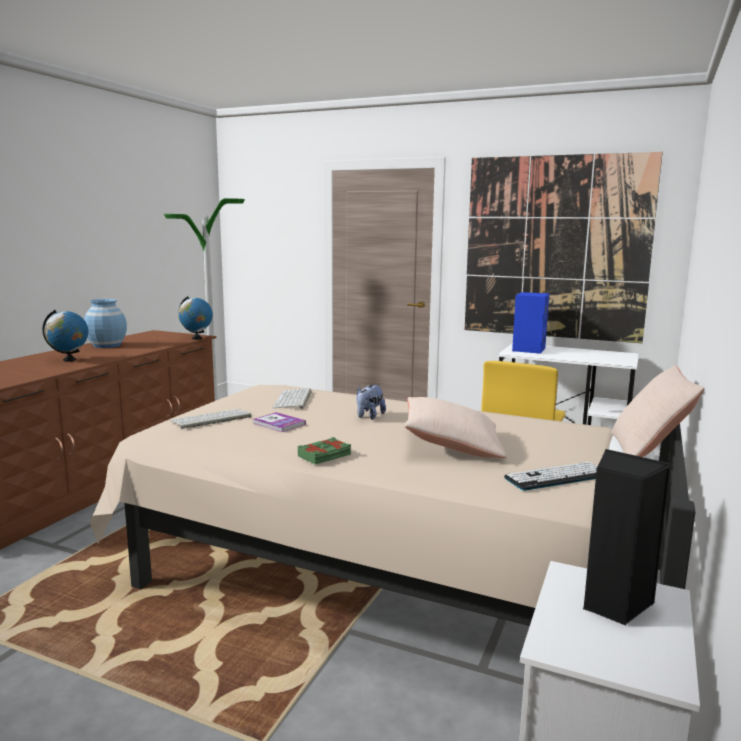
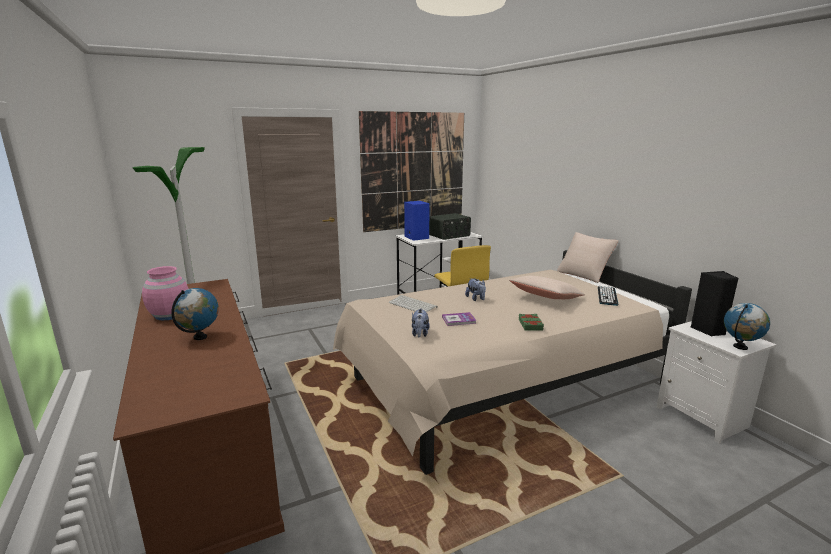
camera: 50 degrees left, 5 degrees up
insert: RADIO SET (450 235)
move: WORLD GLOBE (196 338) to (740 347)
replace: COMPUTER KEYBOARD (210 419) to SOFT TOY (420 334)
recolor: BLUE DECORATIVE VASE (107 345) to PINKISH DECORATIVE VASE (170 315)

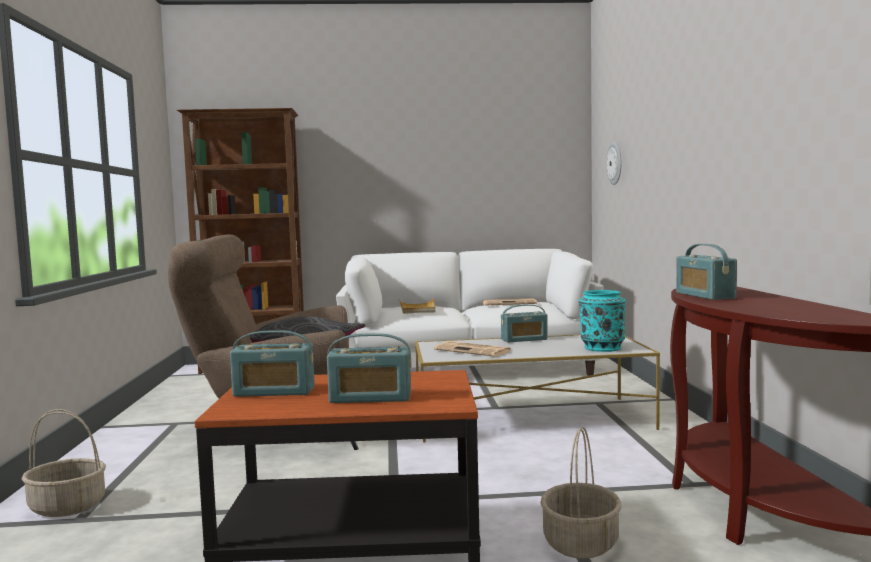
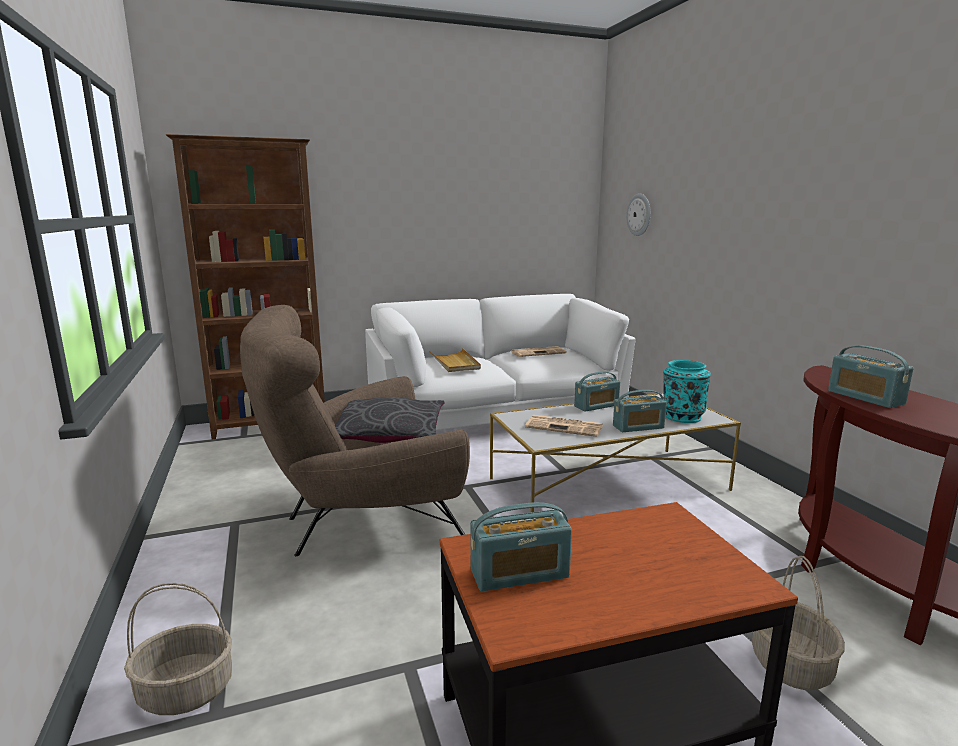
camera: 15 degrees left, 10 degrees up
move: RADIO SET (370 398) to (638 427)

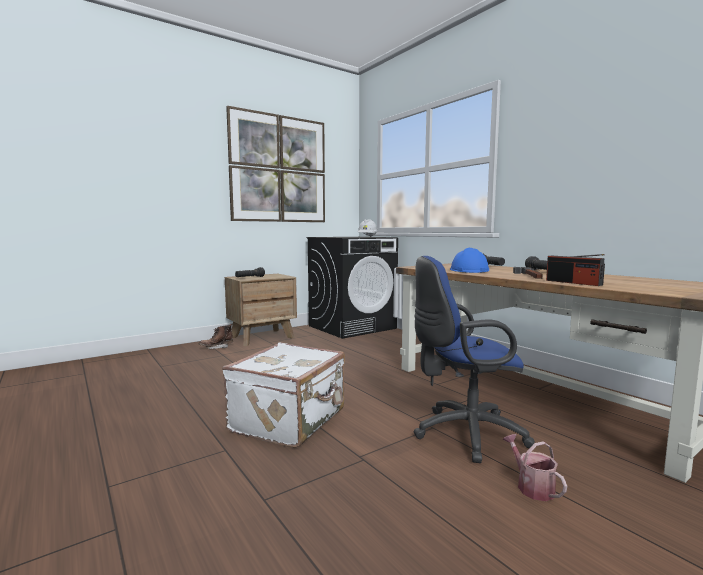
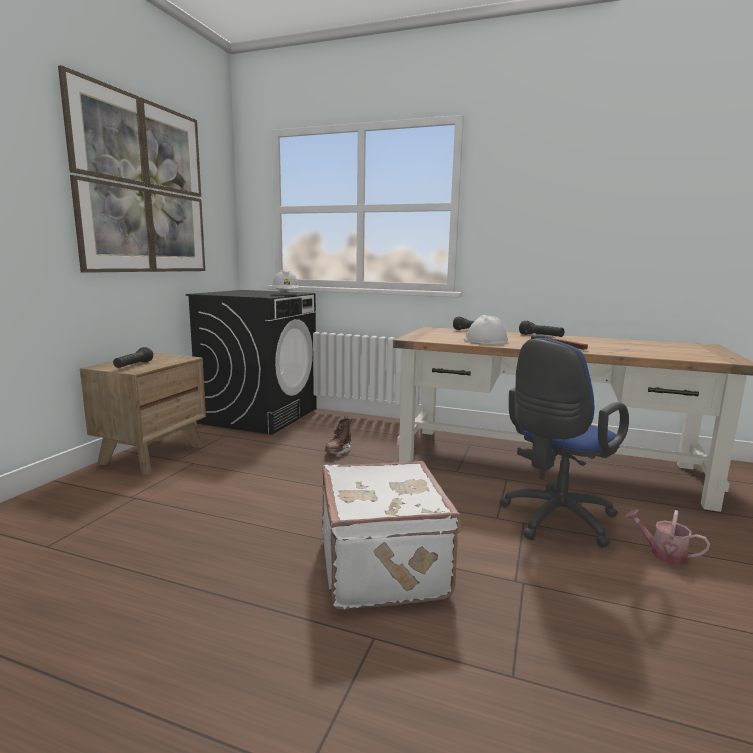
camera: 35 degrees left, 5 degrees up
delete: RADIO SET (573 282)
move: BROWN BOOT (216 348) to (338 451)
recolor: BLUE WORK HELMET (469 270) to WHITISH WORK HELMET (485 341)

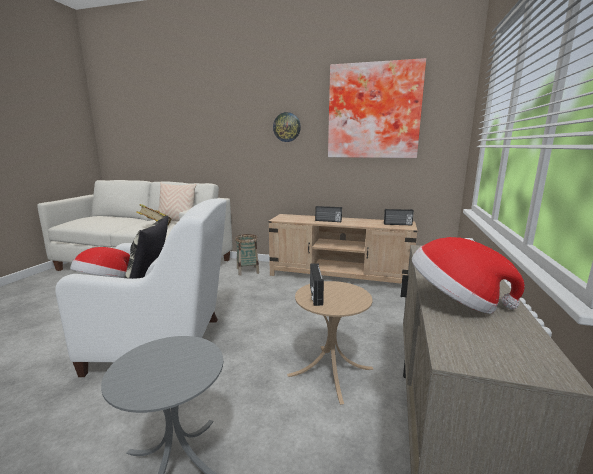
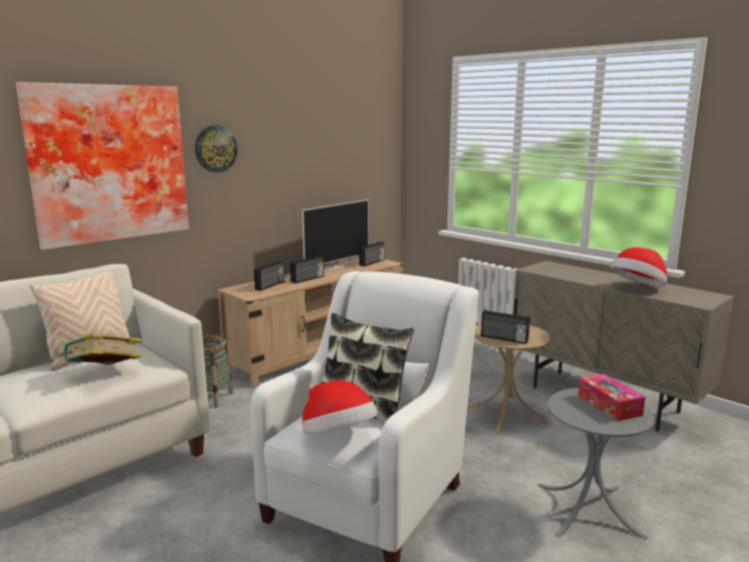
camera: 60 degrees left, 0 degrees up
insert: TV SET (335 267); RADIO SET (270 285); TISSUE BOX (609 405)
move: WALL PICTURE (373 111) to (108 163)

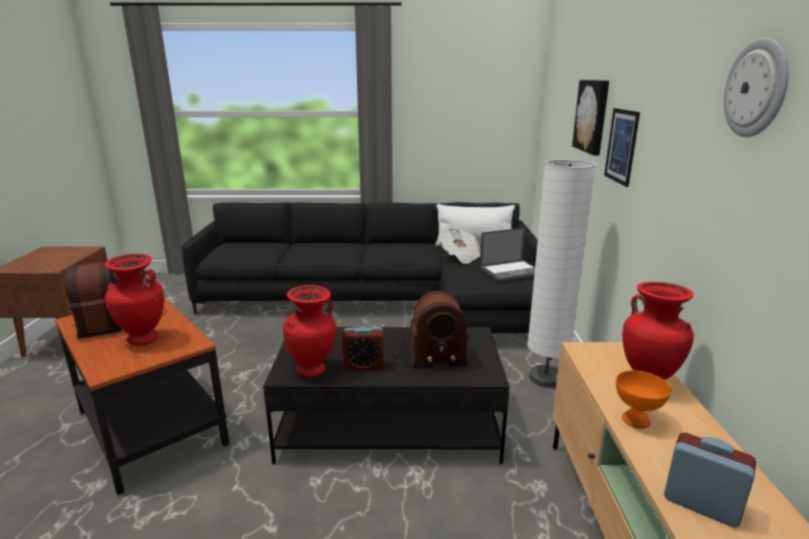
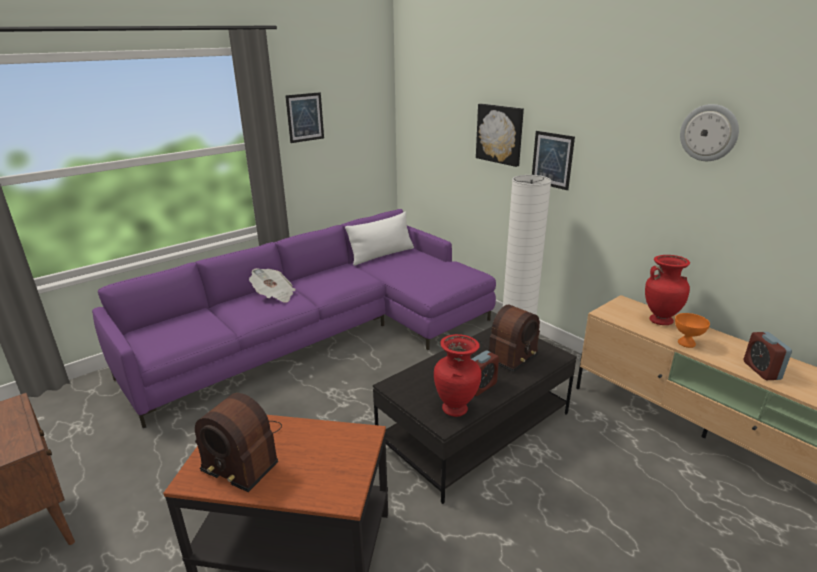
camera: 40 degrees left, 5 degrees up
delete: PORTABLE COMPUTER (511 271); RED DECORATIVE VASE (143 340)
insert: WALL PICTURE (305 117)
move: NEWSPAPER (461 256) to (274 295)
recolor: BLACK SOFA (384 302) to PURPLE SOFA (325 333)
rotate: TABLE CLOCK (701 504) = (761 370) 90 degrees counterclockwise

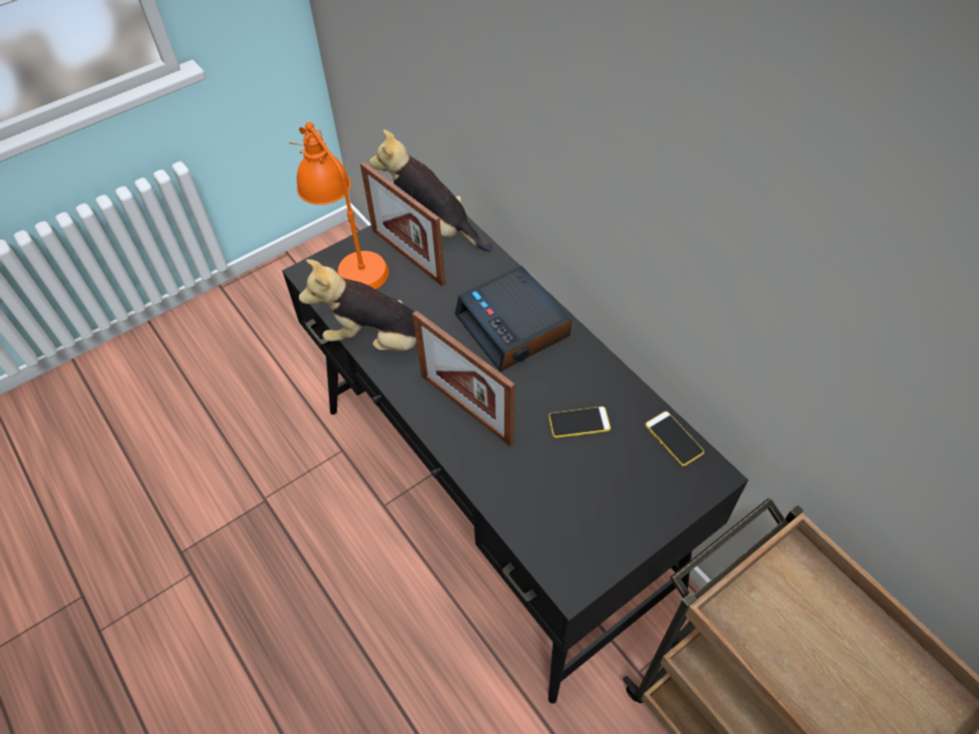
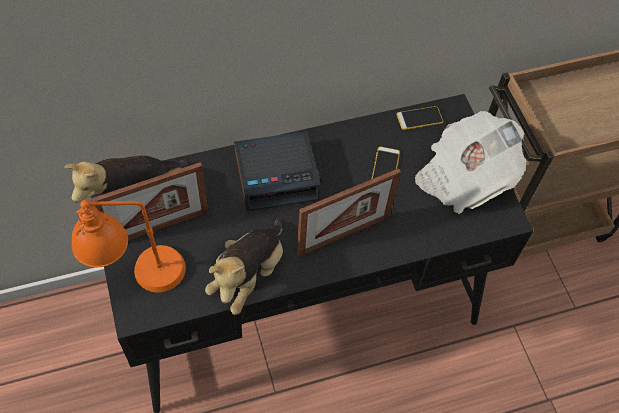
camera: 75 degrees left, 5 degrees up
insert: NEWSPAPER (463 176)

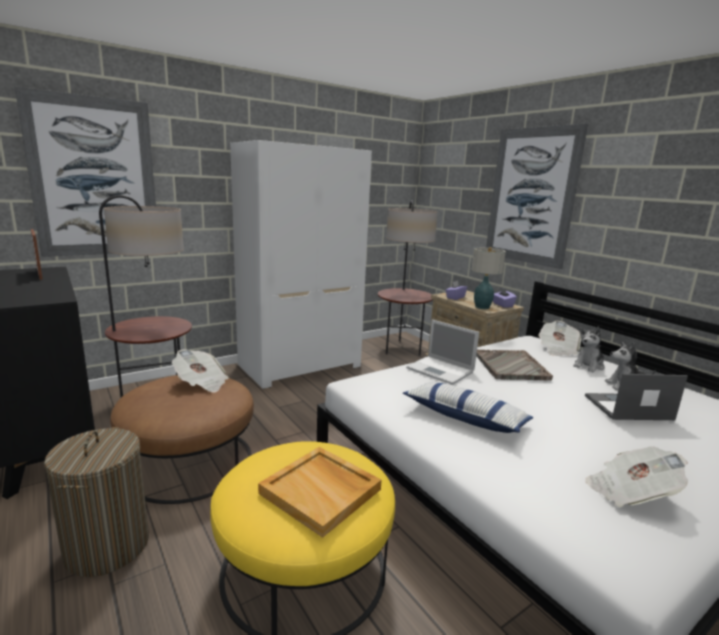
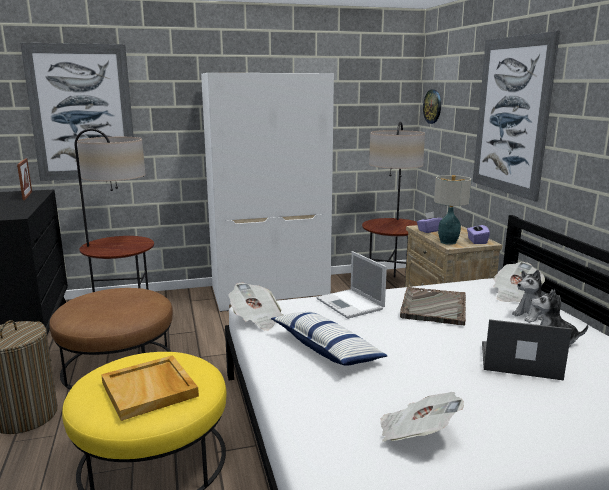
camera: 20 degrees right, 0 degrees up
insert: WALL CLOCK (432 106)
move: NEWSPAPER (201 383) to (256 319)

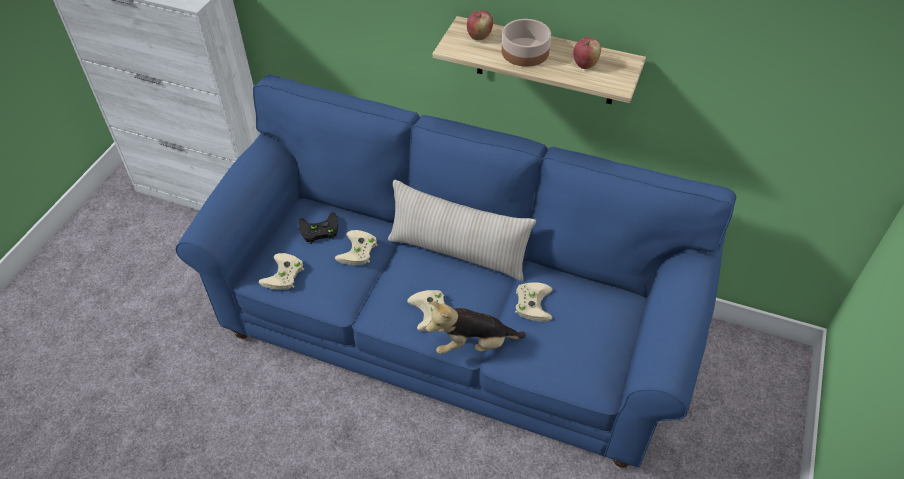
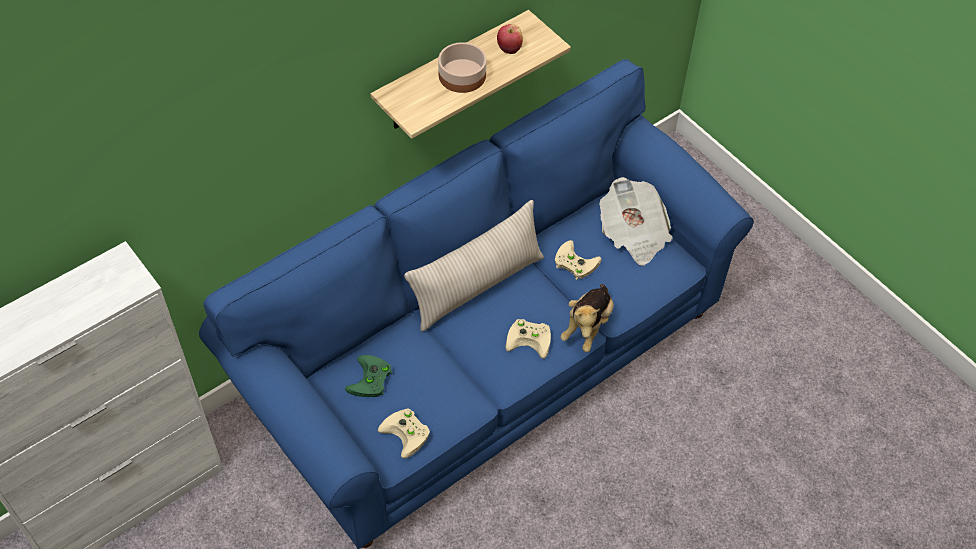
camera: 60 degrees left, 5 degrees up
delete: APPLE (479 36); SAND-COLOURED JOYPAD (358 252)
insert: NEWSPAPER (633 234)
recolor: BLACK JOYPAD (318 231) to GREEN JOYPAD (371 381)

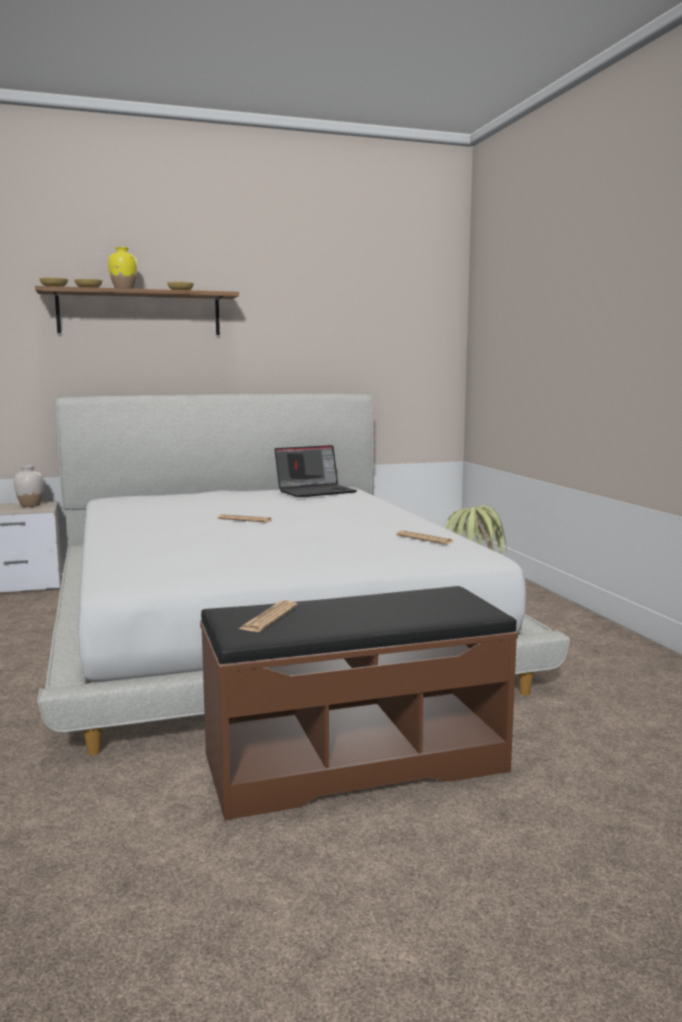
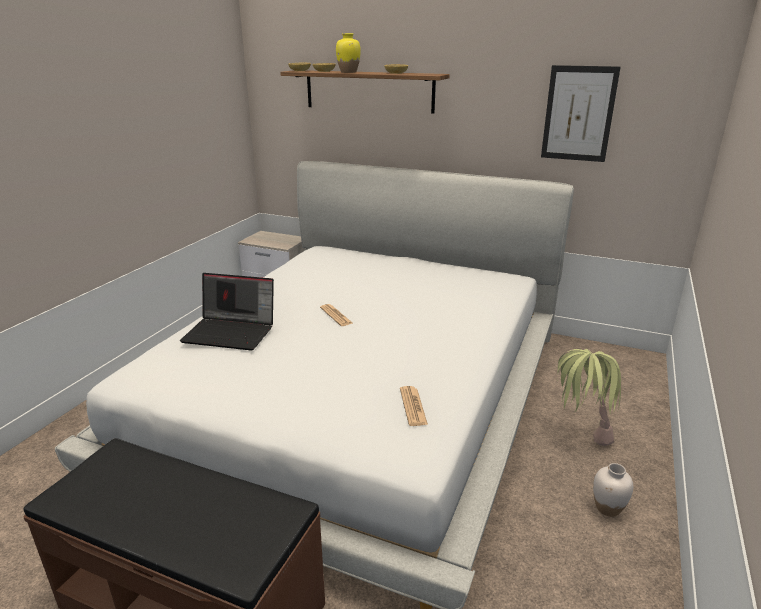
camera: 40 degrees right, 15 degrees up
delete: NEWSPAPER (269 618)
insert: WALL PICTURE (578 114)
move: PORTABLE COMPUTER (316 491) to (232 332); WHITISH DECORATIVE VASE (30 505) to (608 508)

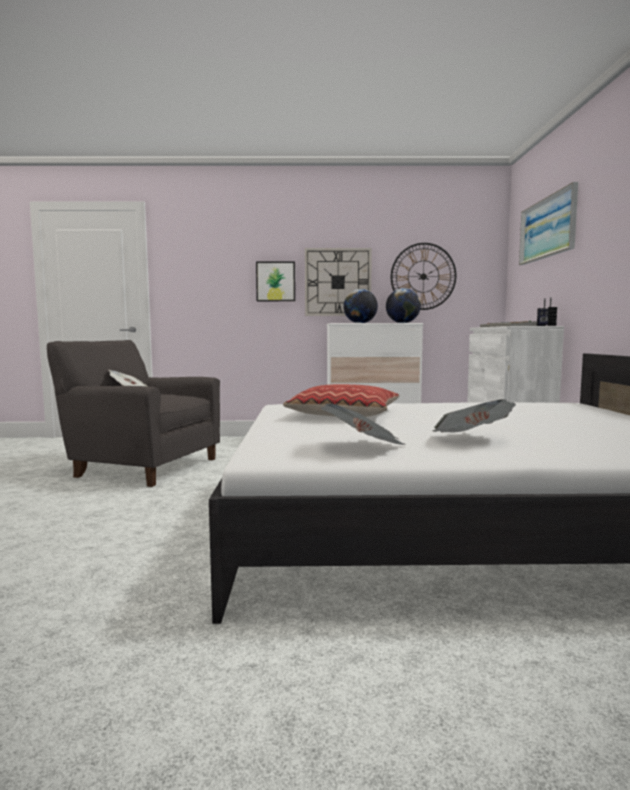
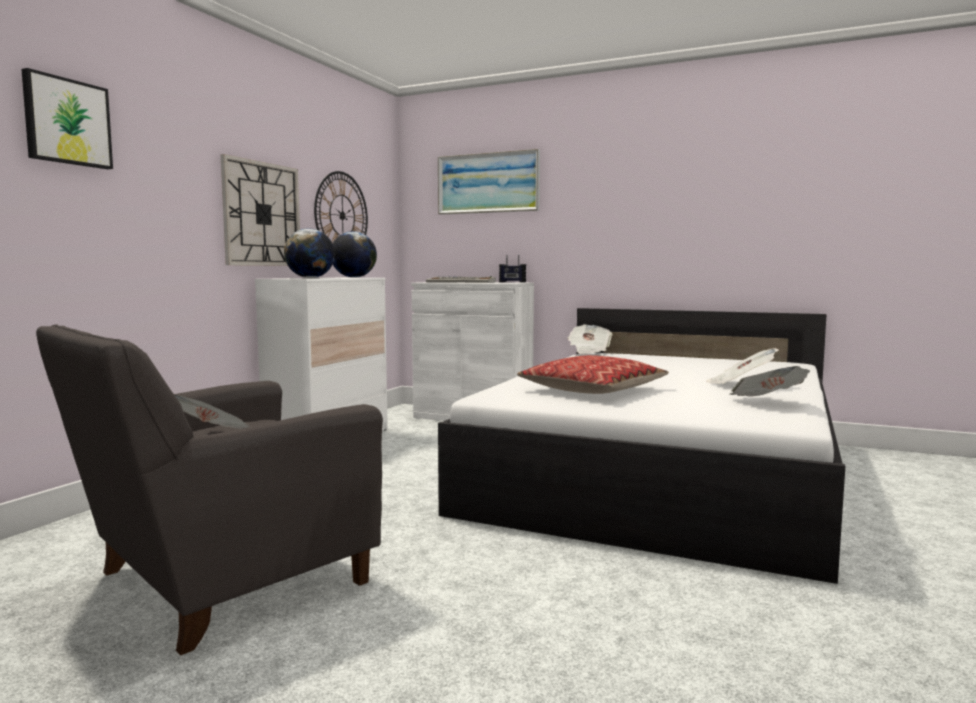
camera: 65 degrees left, 0 degrees up
insert: NEWSPAPER (589 351)
move: WALL PICTURE (275 281) to (67 122)

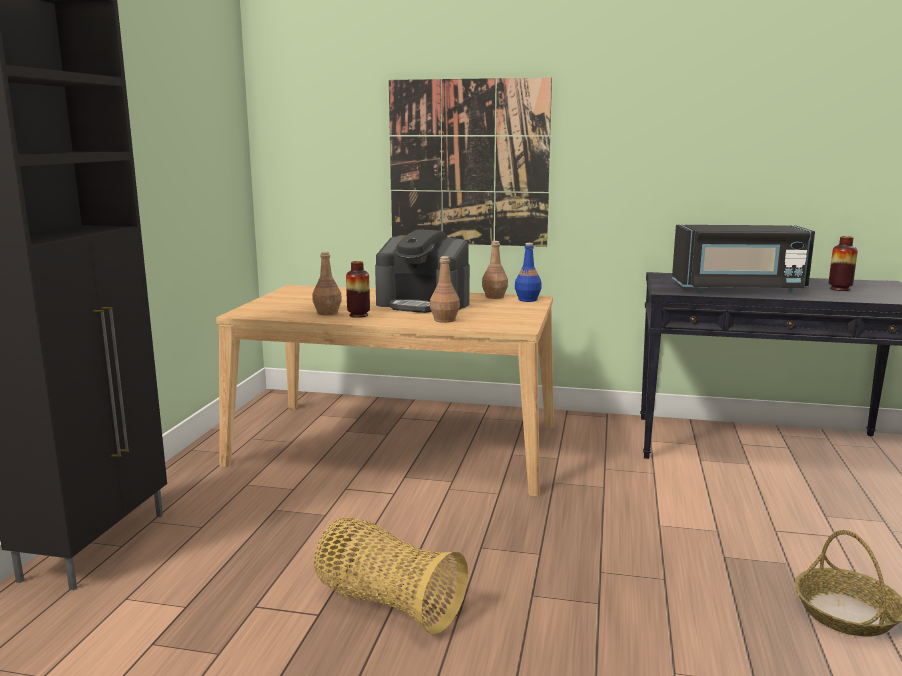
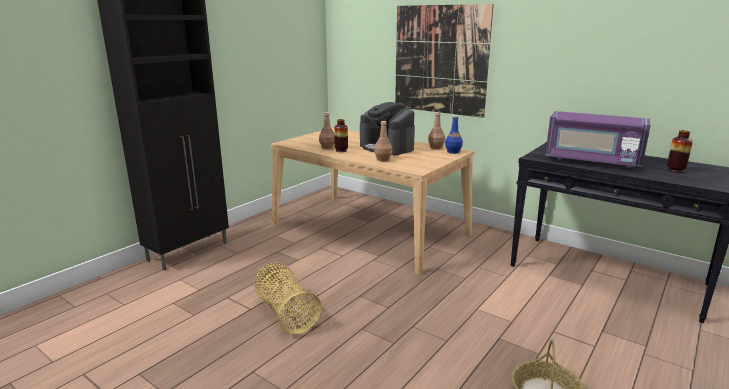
camera: 25 degrees right, 5 degrees up
recolor: BLACK MICROWAVE (738 288) to PURPLE MICROWAVE (592 161)

